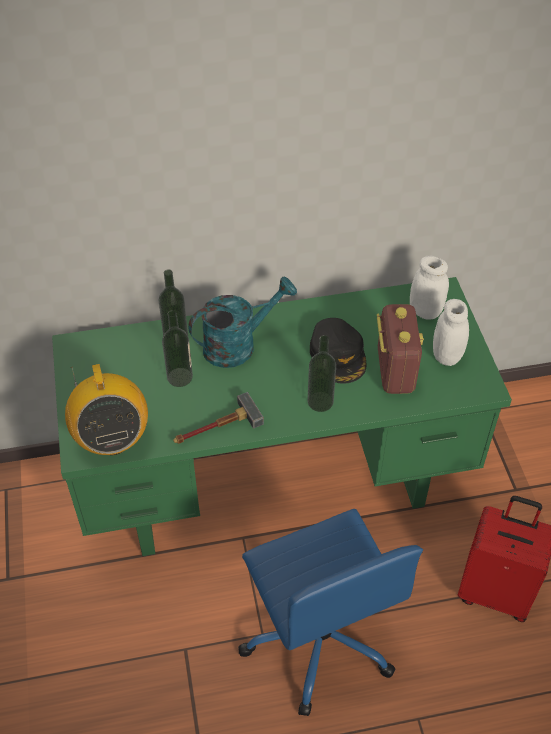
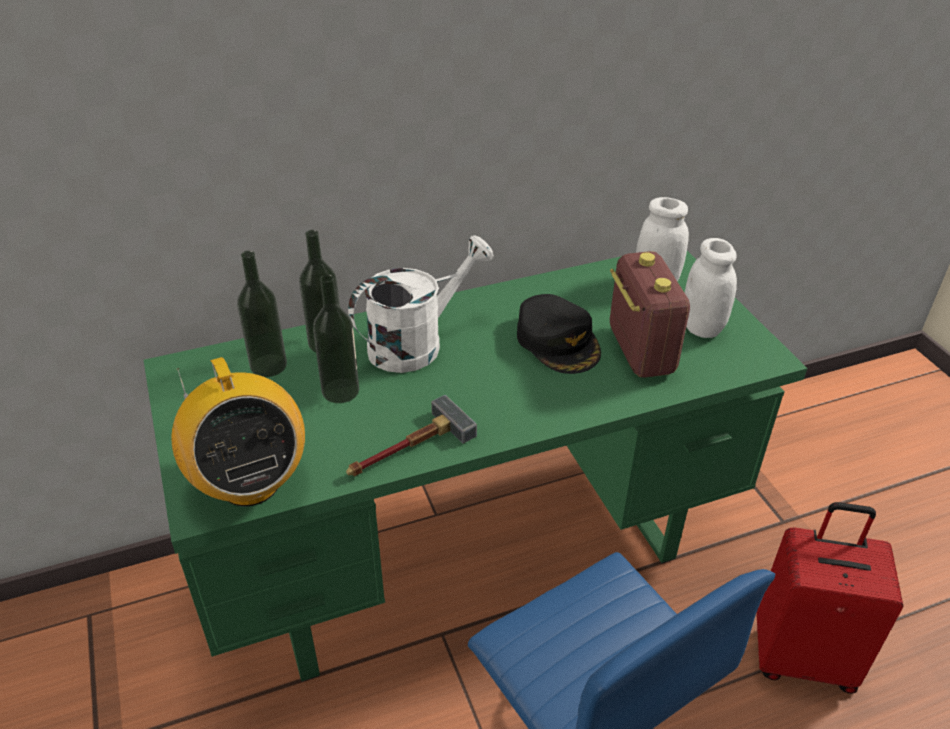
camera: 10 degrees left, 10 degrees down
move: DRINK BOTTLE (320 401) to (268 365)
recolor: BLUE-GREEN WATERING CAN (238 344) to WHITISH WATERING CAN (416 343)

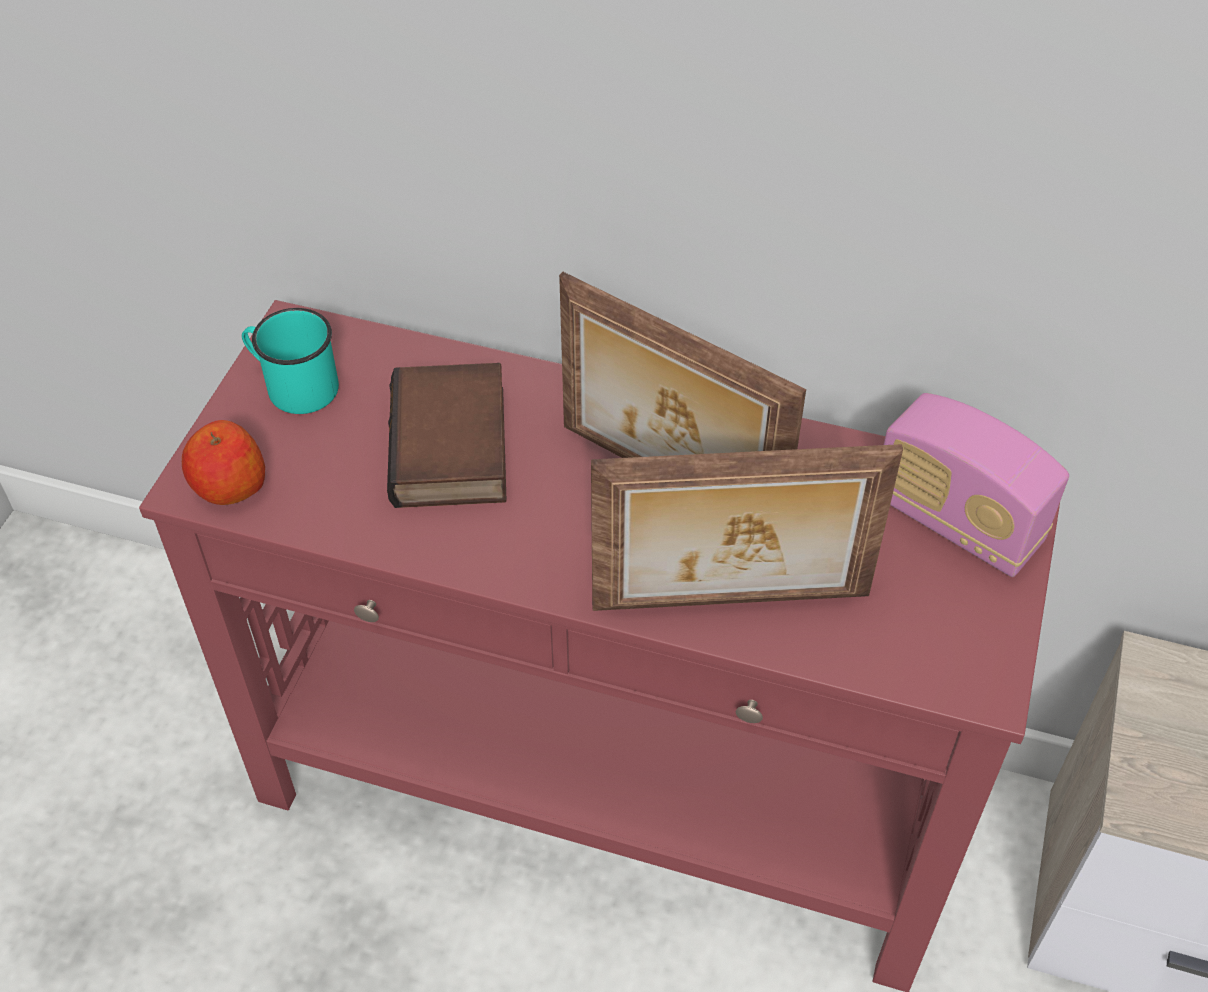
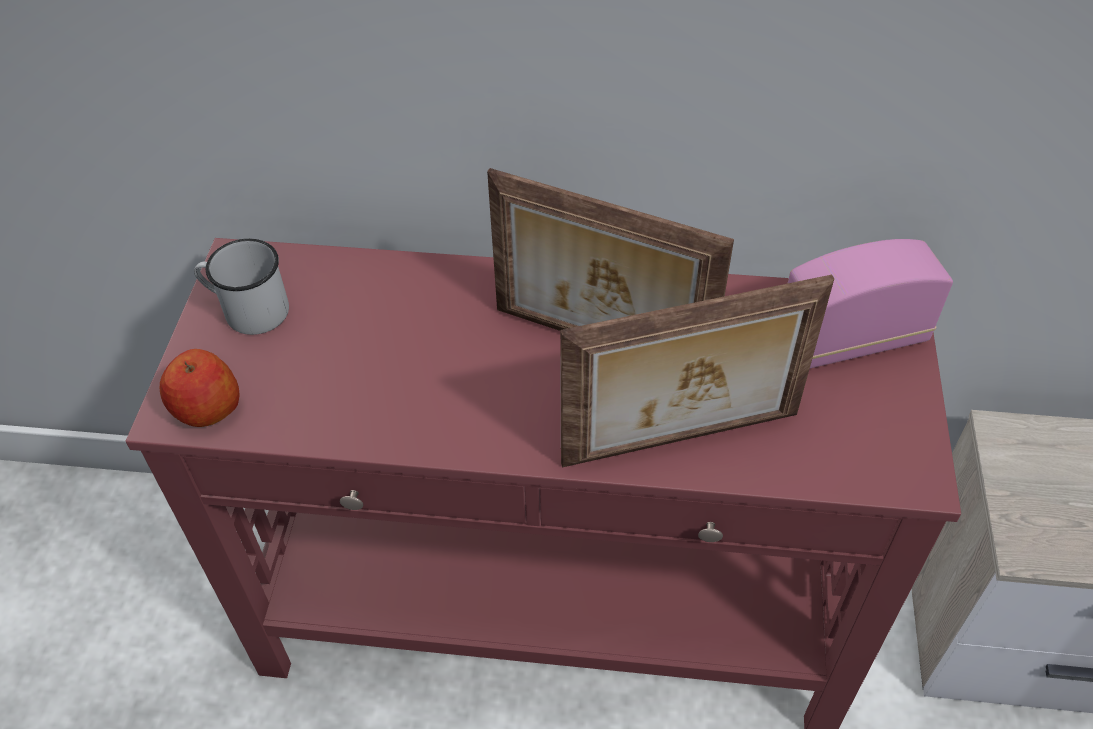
camera: 10 degrees left, 0 degrees up
delete: BOUND BOOK (454 448)
recolor: BLUE-GREEN TEA MUG (293 385) to WHITISH TEA MUG (247 309)
rotate: RADIO SET (956 521) = (851 339) 135 degrees clockwise

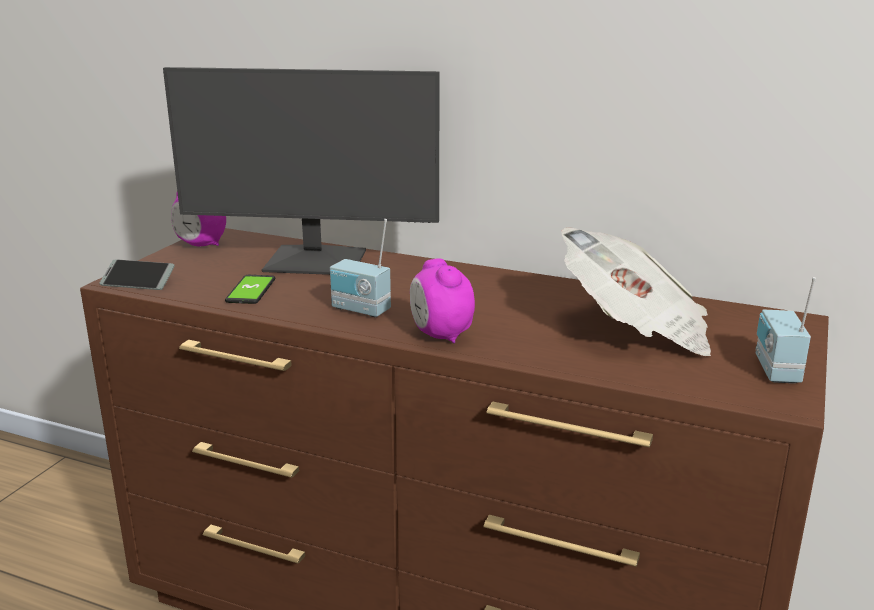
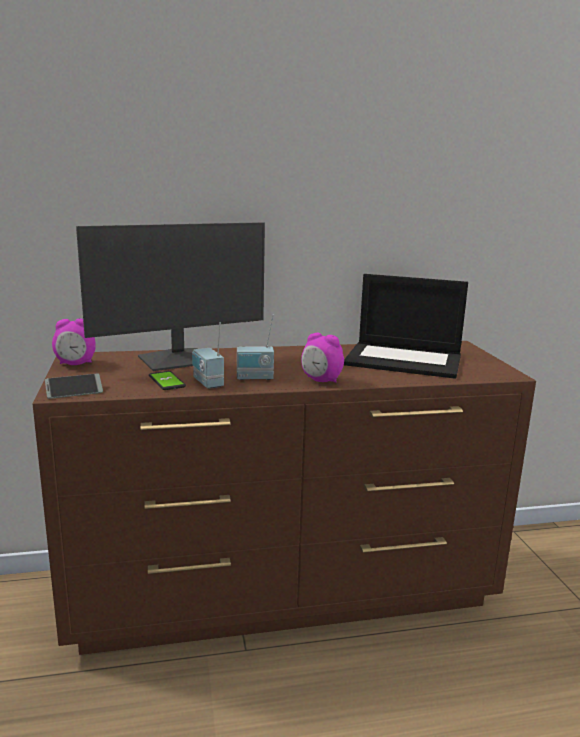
camera: 35 degrees left, 5 degrees down
move: RADIO SET (774 370) to (207 383)
replace: NEWSPAPER (636 330) to PORTABLE COMPUTER (405 360)

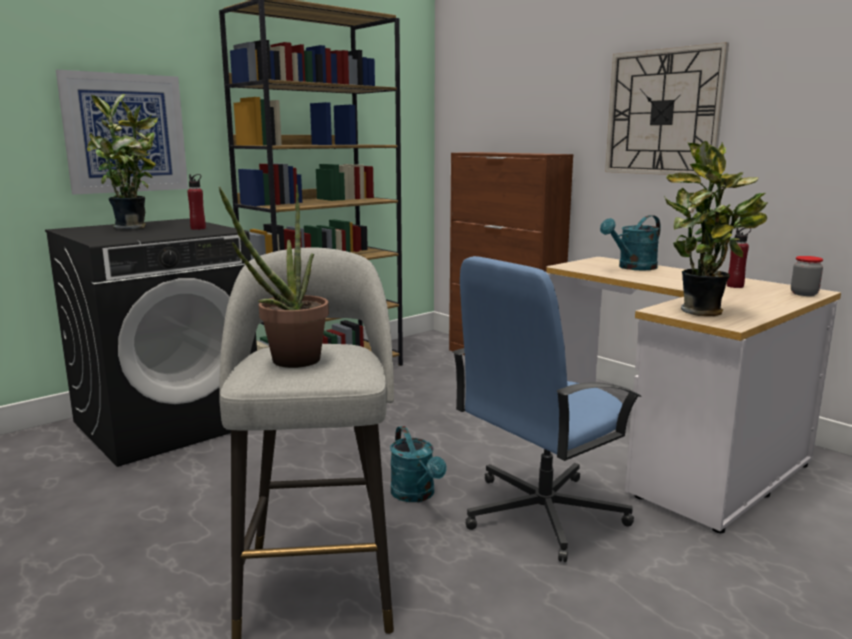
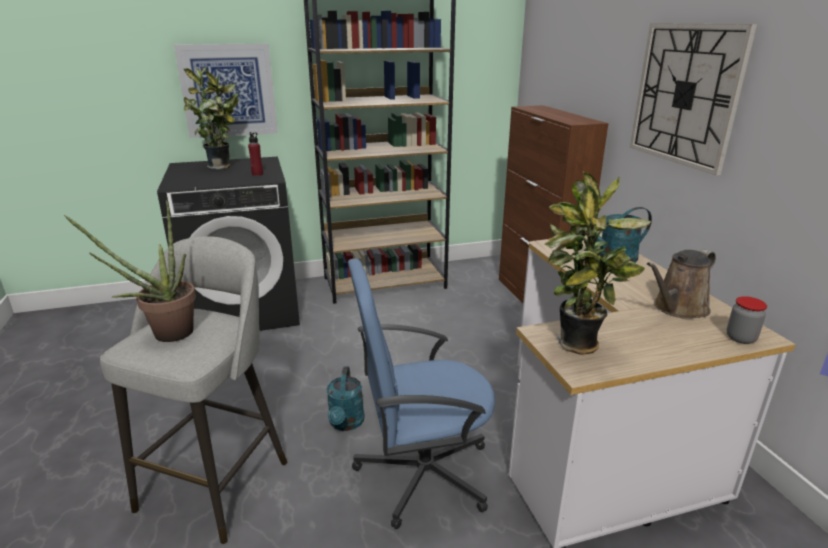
camera: 25 degrees right, 10 degrees up
replace: RED DRINK BOTTLE (735 286) to BROWN WATERING CAN (677 308)

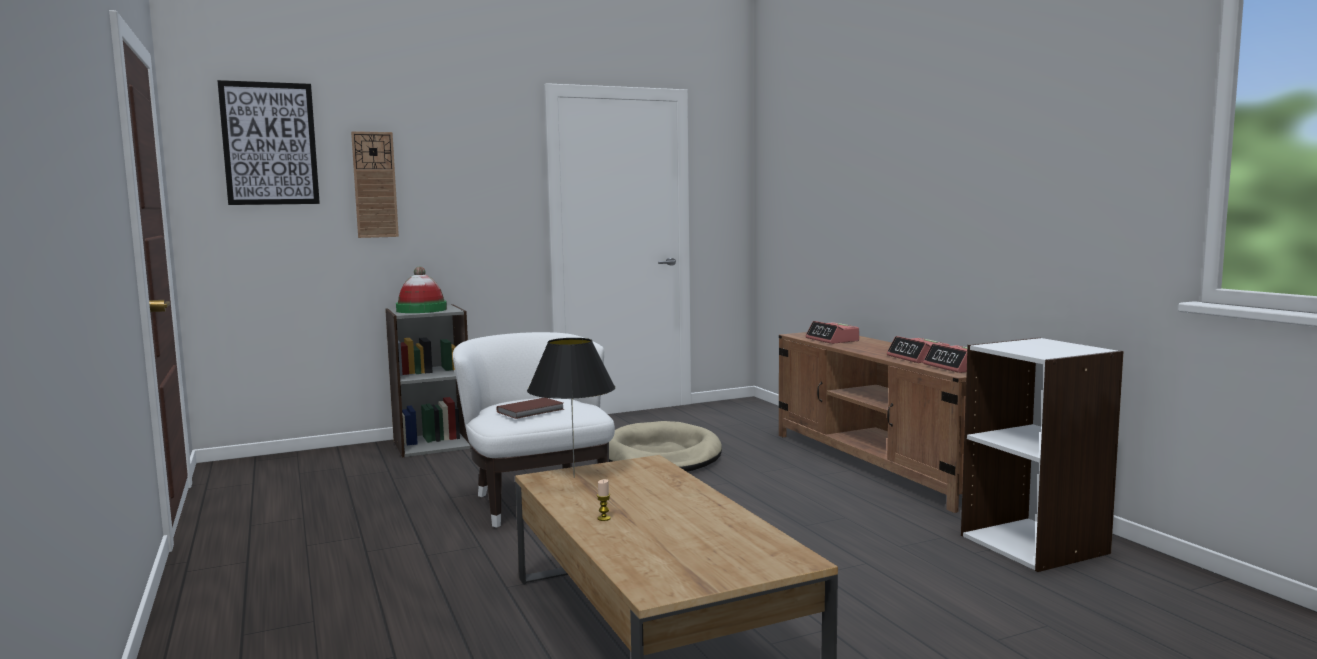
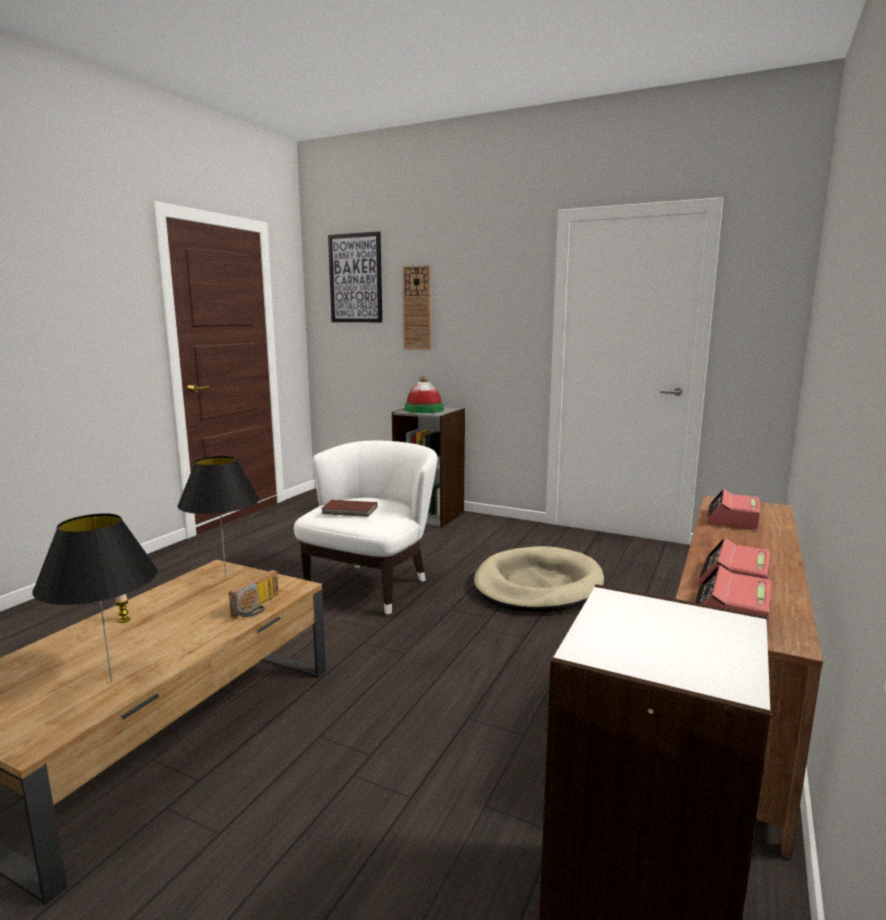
camera: 50 degrees right, 5 degrees up
insert: BLACK TABLE LAMP (111 682); RADIO SET (258 607)

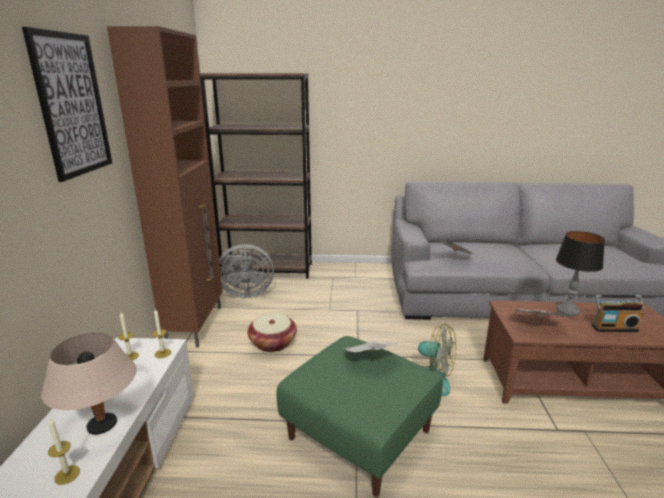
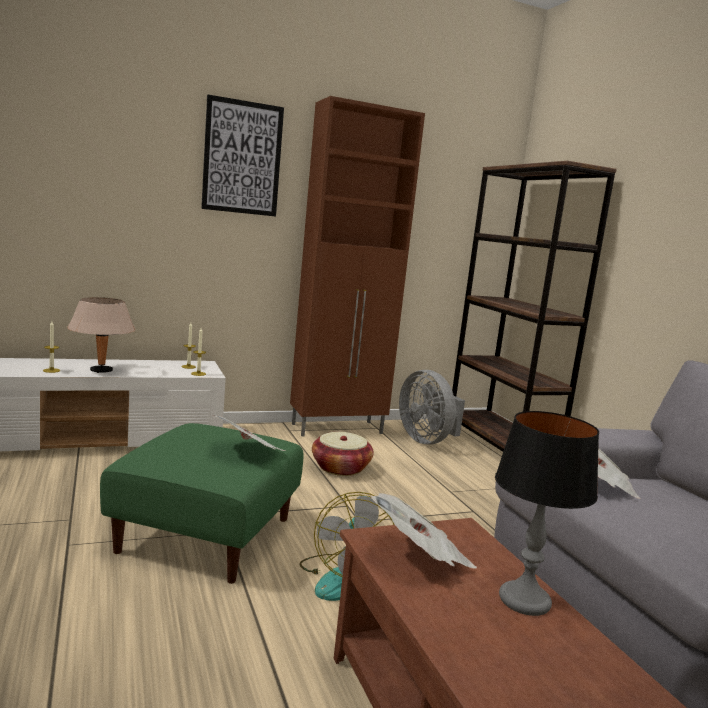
camera: 65 degrees right, 10 degrees down
delete: RADIO SET (613 327)

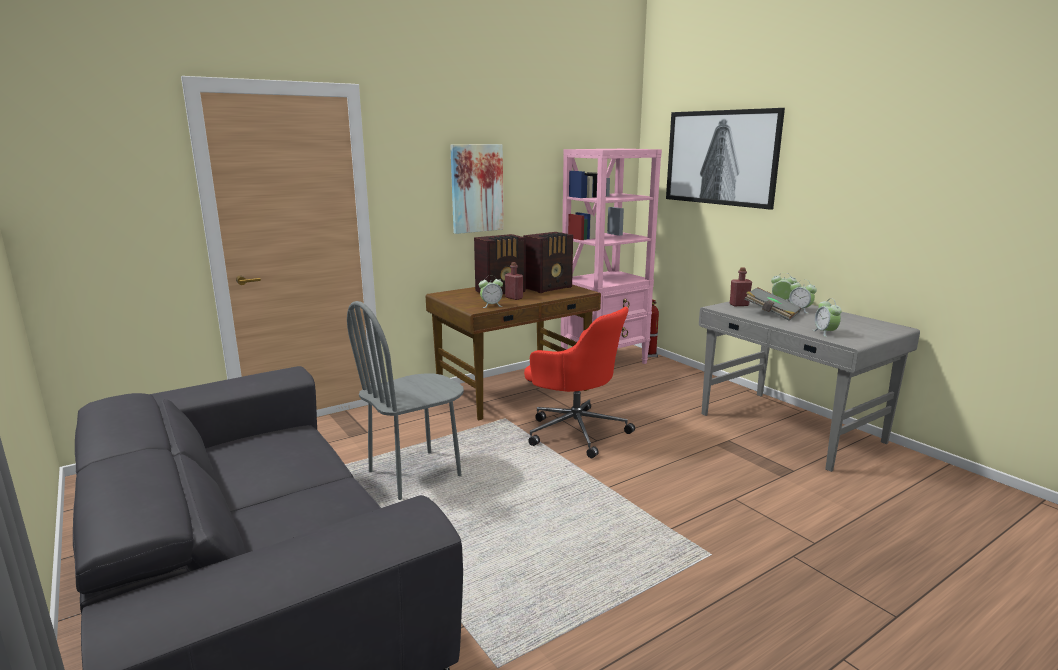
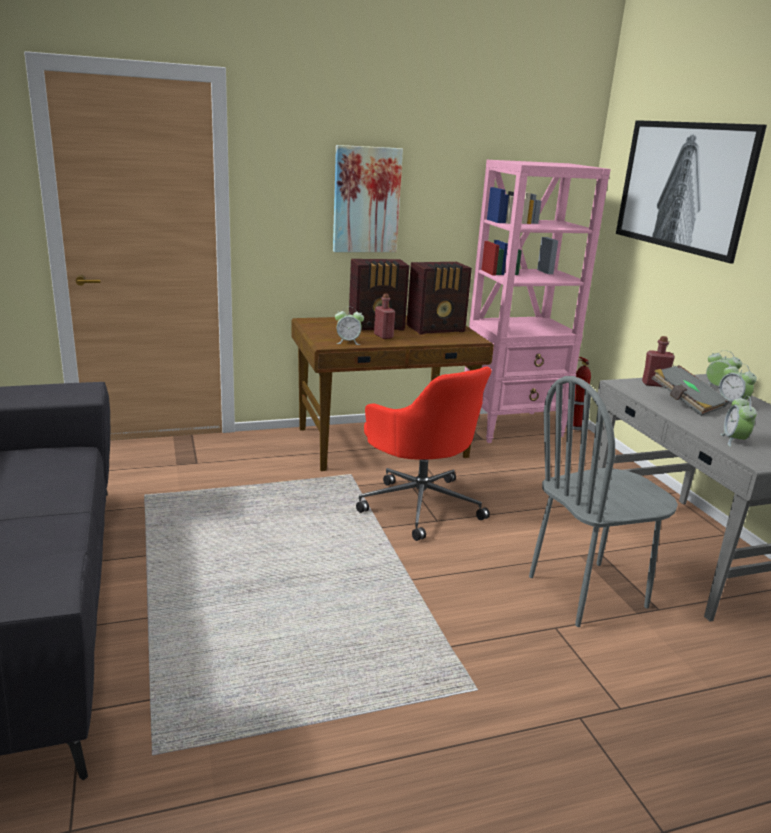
camera: 15 degrees right, 5 degrees up
move: GRAY PLAIN CHAIR (415 474) to (587 592)

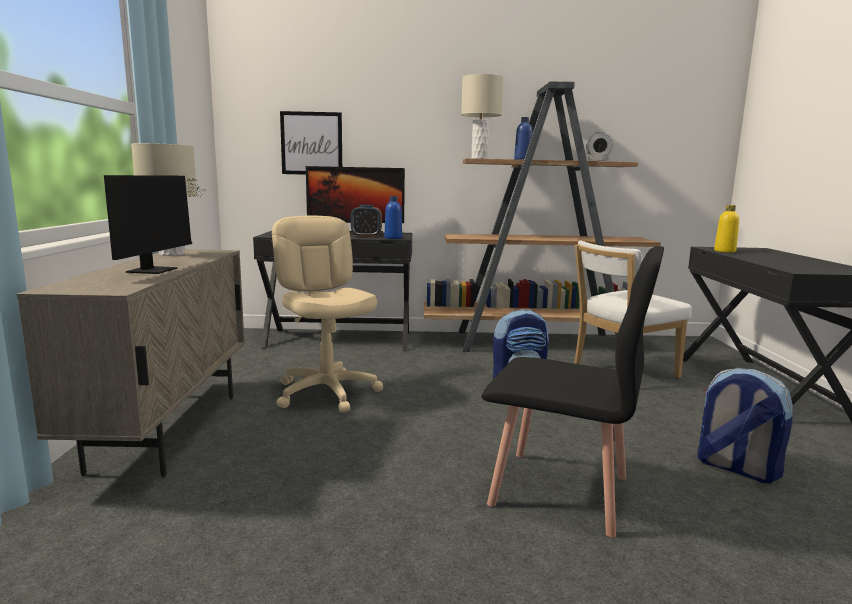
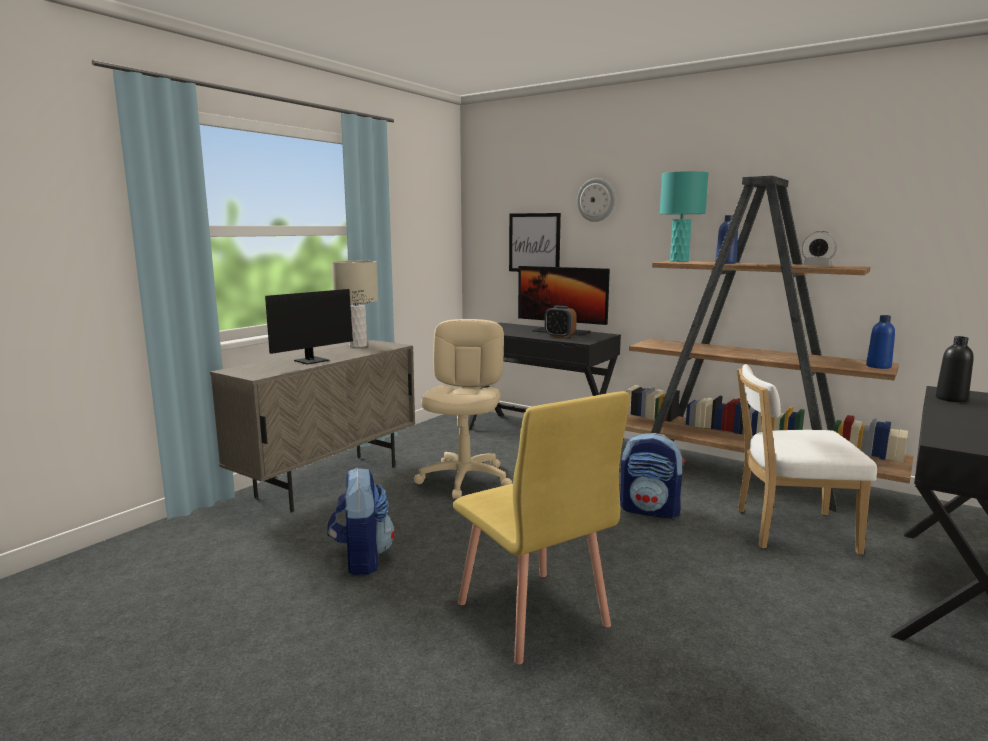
camera: 35 degrees right, 0 degrees up
insert: WALL CLOCK (596 200)
move: BLUE DRINK BOTTLE (393 238) to (878 366); RUCKSACK (735 468) to (361 559)
recolor: SAND-COLOURED TABLE LAMP (479 158) to BLUE-GREEN TABLE LAMP (679 261); YELLOWISH DRINK BOTTLE (724 251) to BLACK DRINK BOTTLE (951 399); BLACK PLAIN CHAIR (561 491) to YELLOWISH PLAIN CHAIR (532 615)

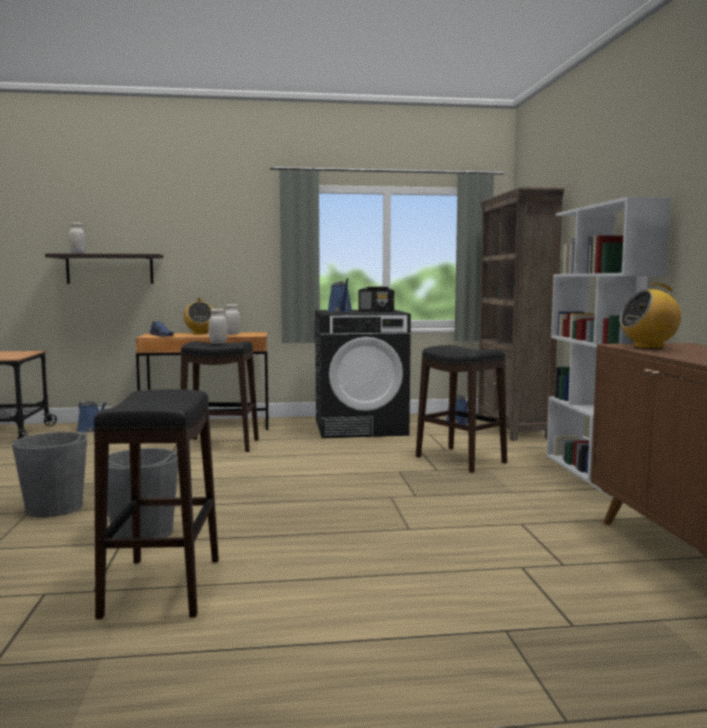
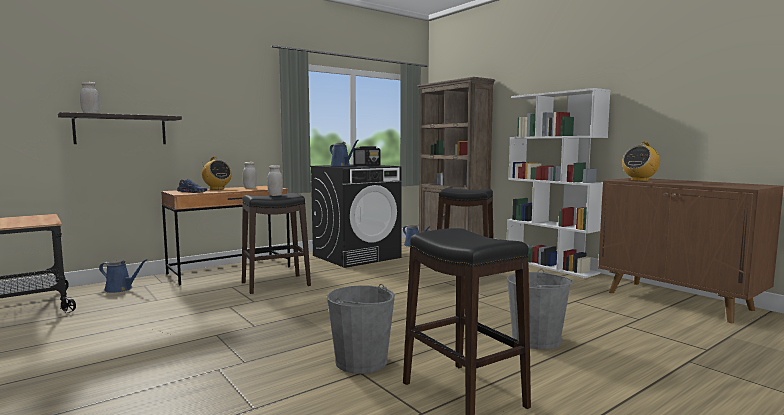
camera: 30 degrees left, 0 degrees up
move: GRAY PAIL (54 508) to (536 340)

